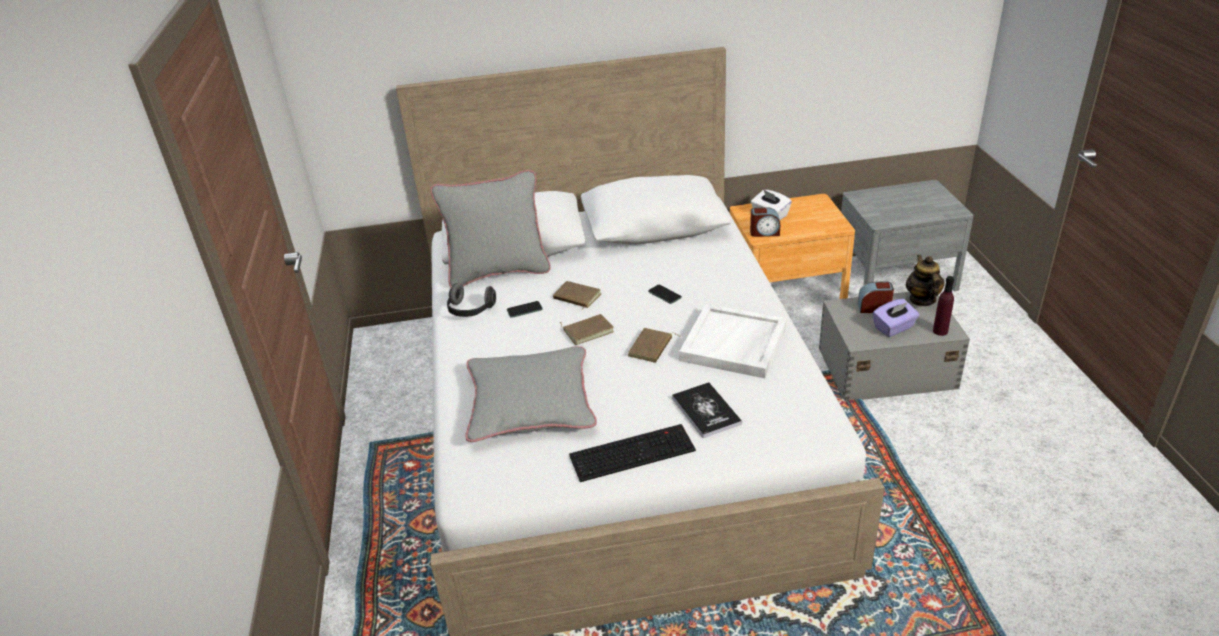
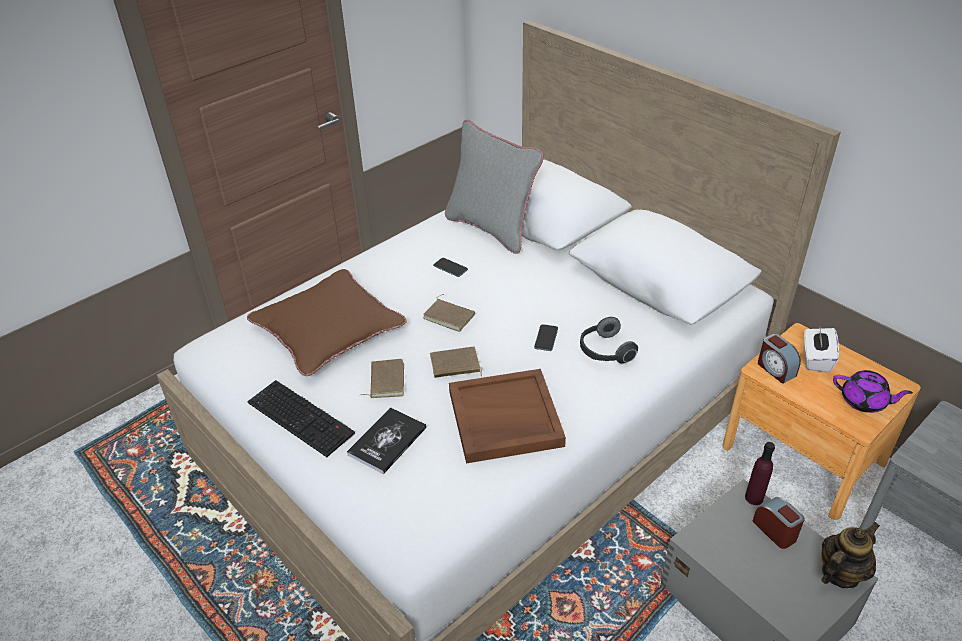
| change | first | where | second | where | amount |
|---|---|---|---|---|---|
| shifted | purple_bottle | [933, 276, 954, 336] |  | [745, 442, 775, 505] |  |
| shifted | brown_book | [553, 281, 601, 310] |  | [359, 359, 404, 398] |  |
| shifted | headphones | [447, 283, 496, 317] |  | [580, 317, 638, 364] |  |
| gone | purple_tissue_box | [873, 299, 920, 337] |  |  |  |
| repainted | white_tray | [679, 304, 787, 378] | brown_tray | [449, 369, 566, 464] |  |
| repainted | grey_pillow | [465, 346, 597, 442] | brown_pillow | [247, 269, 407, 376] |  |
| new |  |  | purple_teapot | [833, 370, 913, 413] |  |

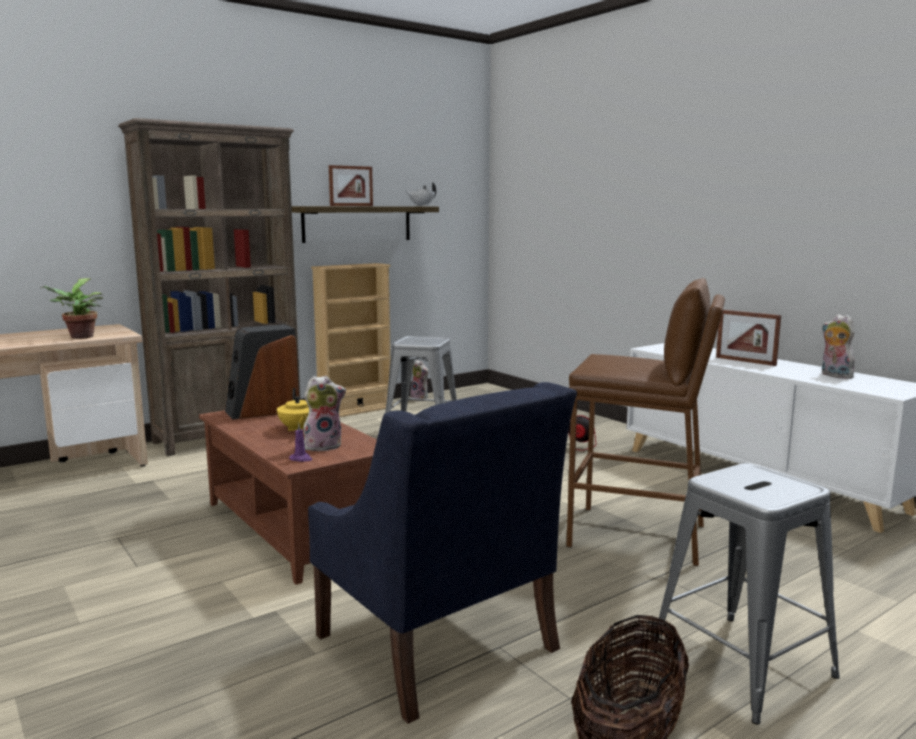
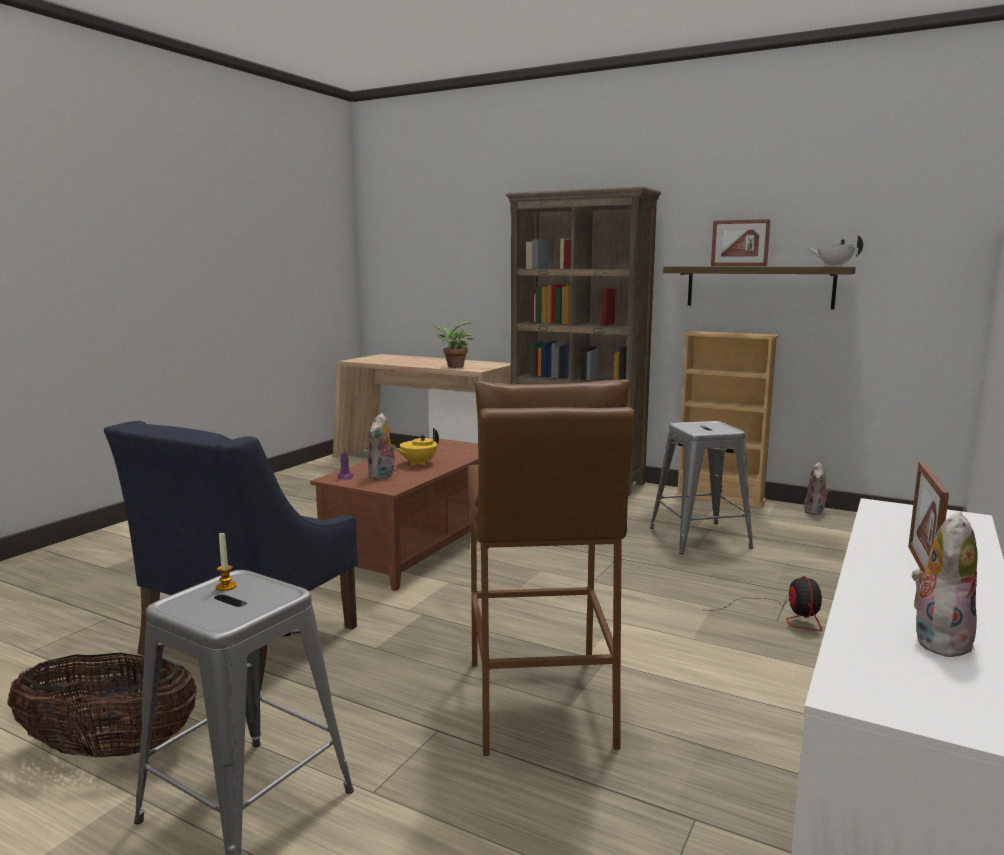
| change | first | where | second | where | amount |
|---|---|---|---|---|---|
| gone | speaker | [225, 324, 299, 420] |  |  |  |
| rotated | plush_toy | [304, 375, 346, 451] |  | [368, 413, 396, 480] | 60 degrees clockwise |
| new |  |  | candle | [216, 533, 237, 591] |  |

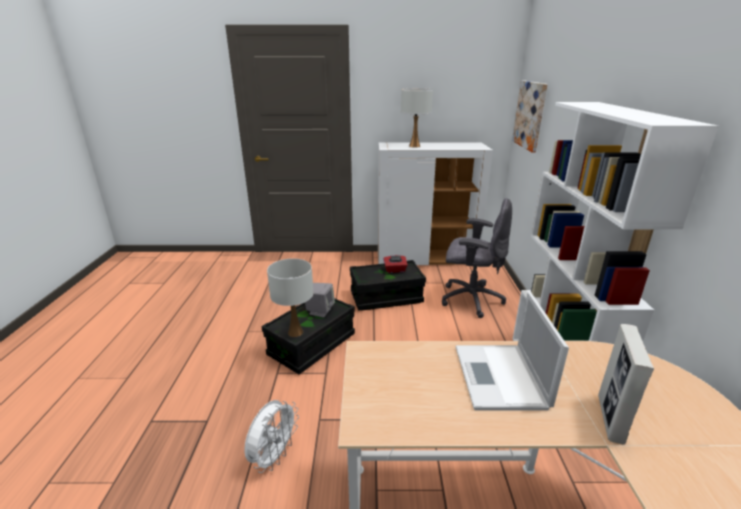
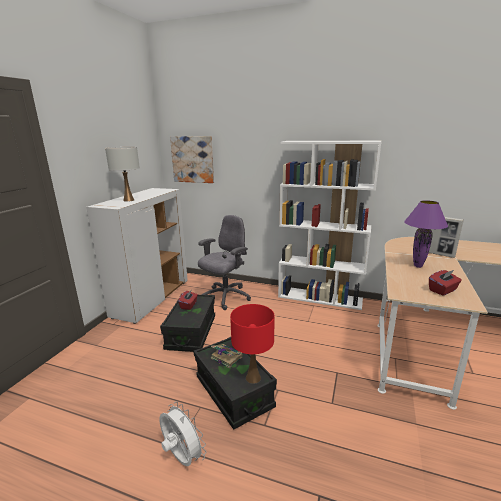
| change | first | where | second | where | amount |
|---|---|---|---|---|---|
| repainted | white_table_lamp | [267, 258, 313, 337] | red_table_lamp | [230, 304, 275, 384] |  |
| swapped | grey_speaker | [305, 283, 335, 318] | book | [211, 344, 243, 368] |  |
| swapped | laptop | [455, 292, 569, 411] | purple_table_lamp | [404, 200, 448, 268] |  |
| shifted | white_fan | [244, 400, 299, 473] |  | [159, 401, 206, 466] |  |
| new |  |  | red_tissue_box | [429, 270, 462, 296] |  |

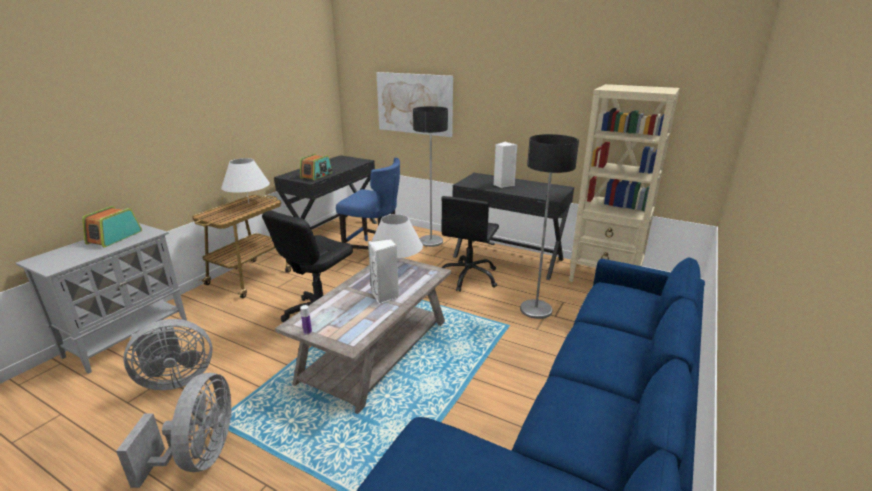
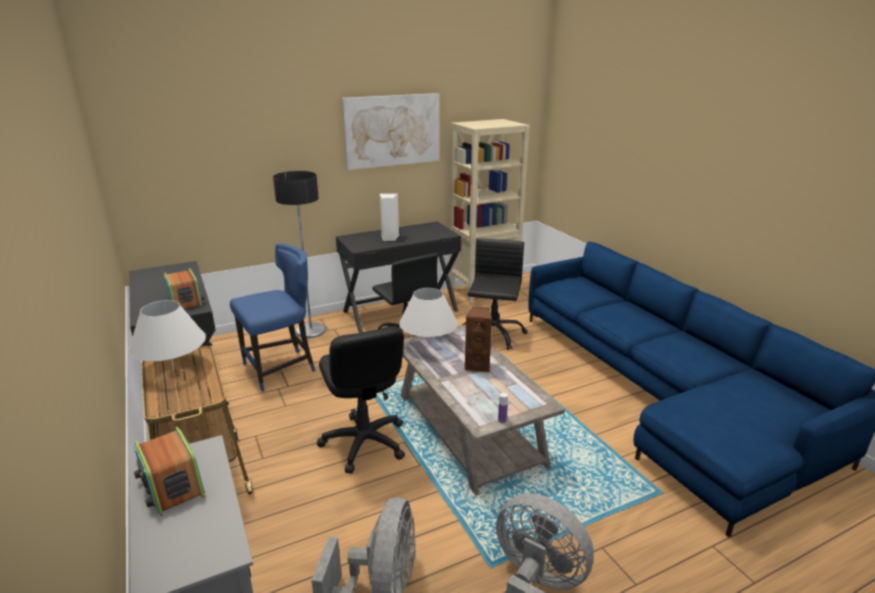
| change | first | where | second | where | amount |
|---|---|---|---|---|---|
| shifted | picture | [376, 72, 453, 137] |  | [342, 93, 439, 170] |  |
| swapped | floor_lamp | [520, 134, 579, 319] | black_office_chair | [463, 238, 527, 350] |  |
| repainted | white_speaker | [368, 239, 399, 304] | brown_speaker | [465, 307, 492, 372] |  |

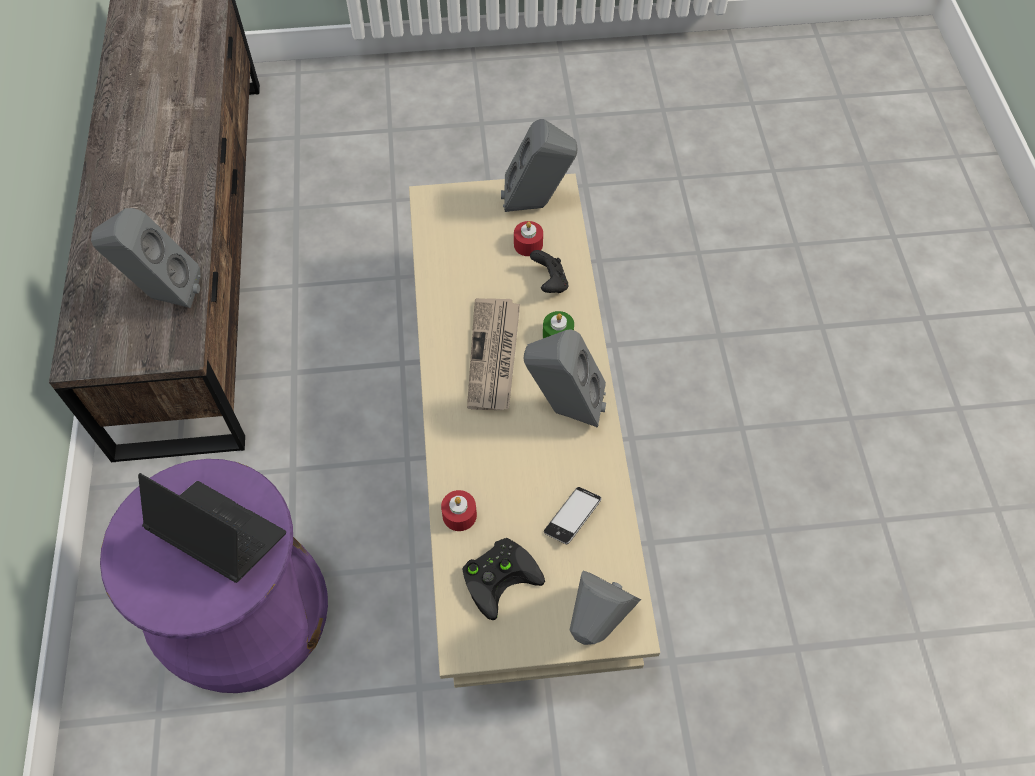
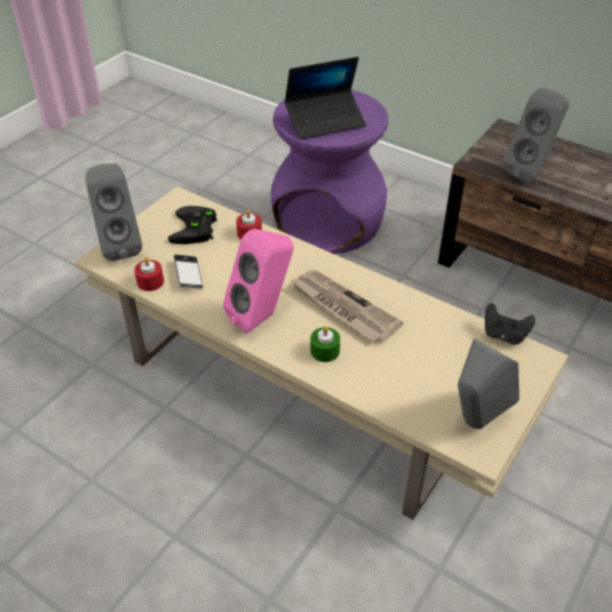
| change | first | where | second | where | amount |
|---|---|---|---|---|---|
| shifted | red_candle | [514, 221, 543, 256] |  | [134, 257, 164, 291] |  |
| shifted | black_game_controller | [530, 250, 568, 293] |  | [485, 303, 535, 344] |  |
| repainted | grey_speaker | [523, 329, 606, 428] | pink_speaker | [223, 229, 294, 334] |  |

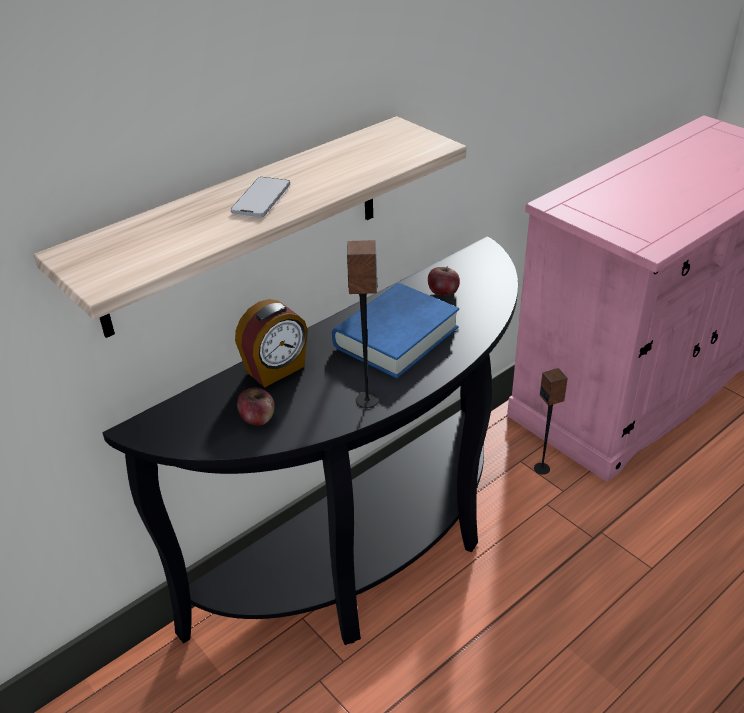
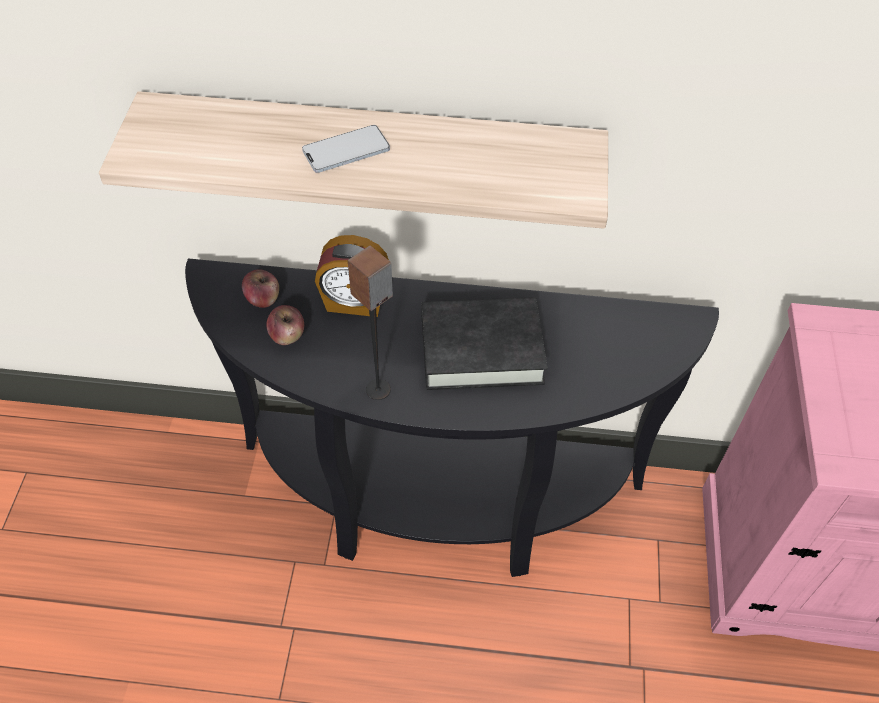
| change | first | where | second | where | amount |
|---|---|---|---|---|---|
| shifted | apple | [428, 266, 460, 295] |  | [242, 269, 279, 308] |  |
| repainted | blue_book | [332, 283, 459, 378] | black_book | [421, 297, 548, 390] |  |
| gone | speaker | [534, 368, 568, 475] |  |  |  |

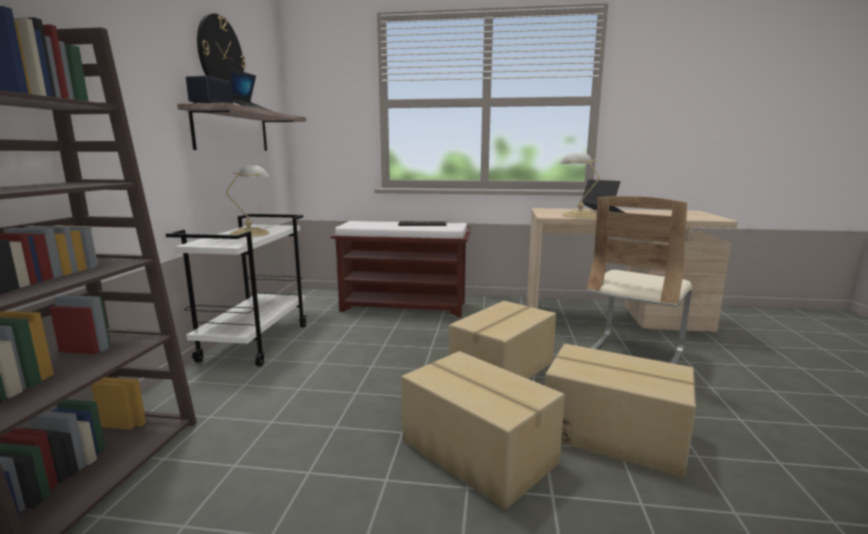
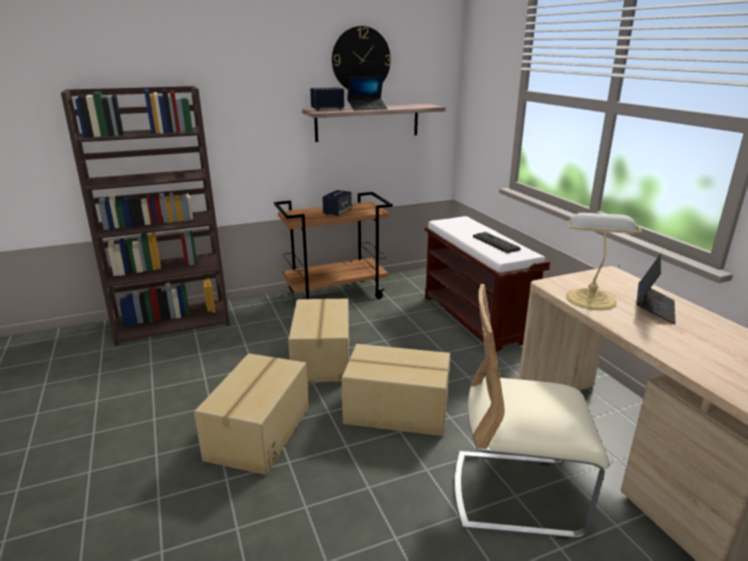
| change | first | where | second | where | amount |
|---|---|---|---|---|---|
| swapped | table_lamp | [226, 165, 270, 237] | speaker | [322, 190, 352, 216] |  |
| repainted | white_cart | [166, 214, 307, 366] | brown_cart | [274, 192, 393, 299] |  |
| shifted | cardboard_box | [545, 344, 696, 478] |  | [288, 299, 349, 382] |  |

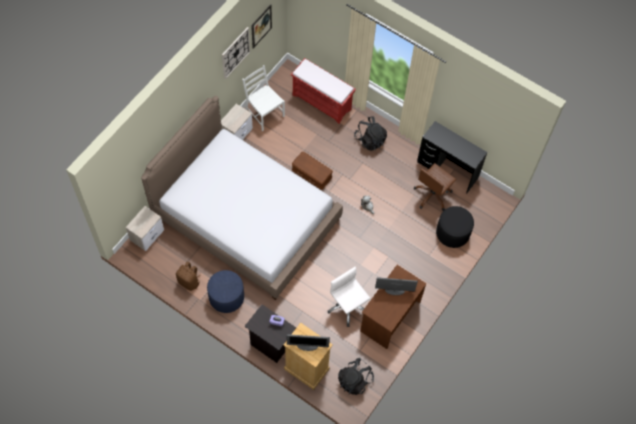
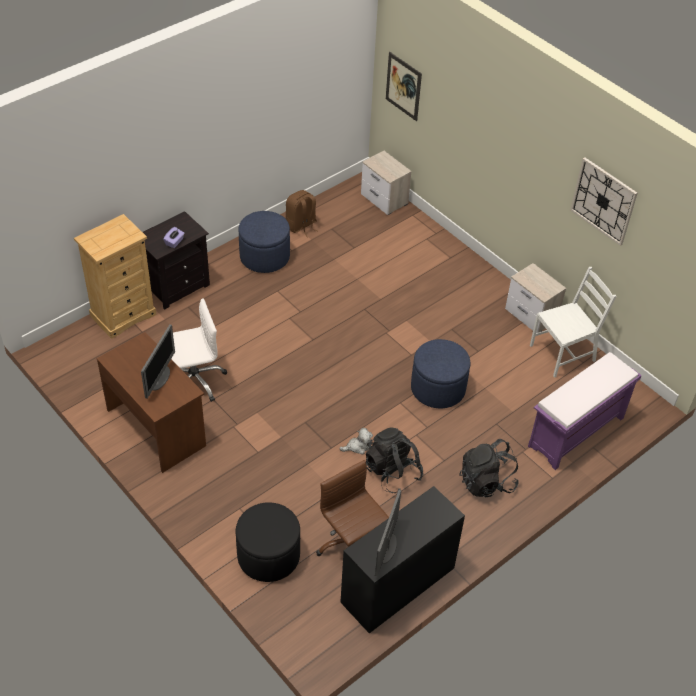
| change | first | where | second | where | amount |
|---|---|---|---|---|---|
| shifted | picture | [251, 4, 272, 48] |  | [386, 52, 422, 121] |  |
| repainted | red_bench | [291, 58, 356, 124] | purple_bench | [528, 352, 642, 470] |  |
| gone | bed | [141, 96, 343, 300] |  |  |  |
| swapped | brown_storage_box | [292, 152, 333, 190] | blue_ottoman | [411, 339, 471, 408] |  |
| shifted | monitor | [287, 334, 330, 351] |  | [375, 490, 401, 576] |  |
| shifted | black_backpack | [338, 358, 374, 395] |  | [366, 427, 423, 493] |  |

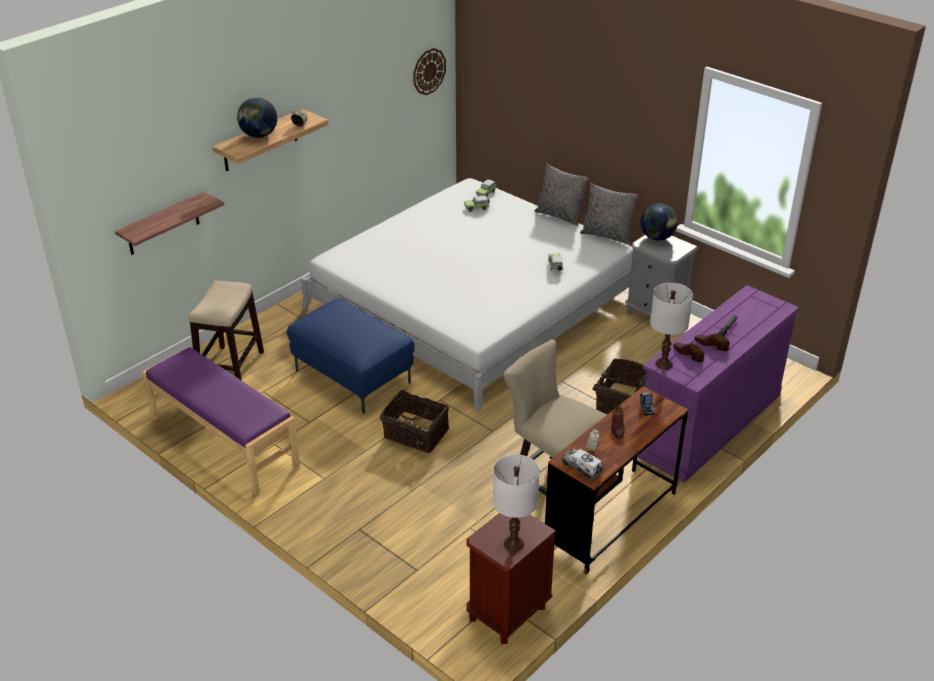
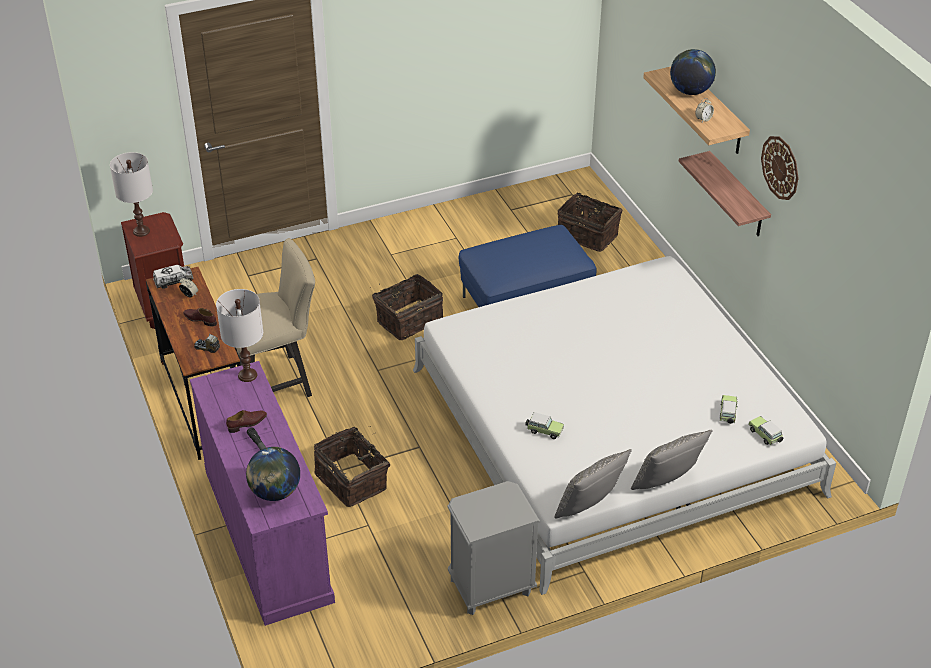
| change | first | where | second | where | amount |
|---|---|---|---|---|---|
| shifted | wall_clock | [413, 48, 446, 95] |  | [761, 136, 799, 200] |  |
| shifted | shelf | [115, 192, 224, 255] |  | [679, 151, 771, 236] |  |
| shifted | globe | [640, 203, 678, 241] |  | [246, 447, 300, 501] |  |
| swapped | stool | [188, 280, 264, 381] | basket | [558, 193, 622, 252] |  |
| gone | brown_shoe | [673, 343, 704, 362] |  |  |  |
| gone | purple_bench | [142, 347, 300, 495] |  |  |  |

